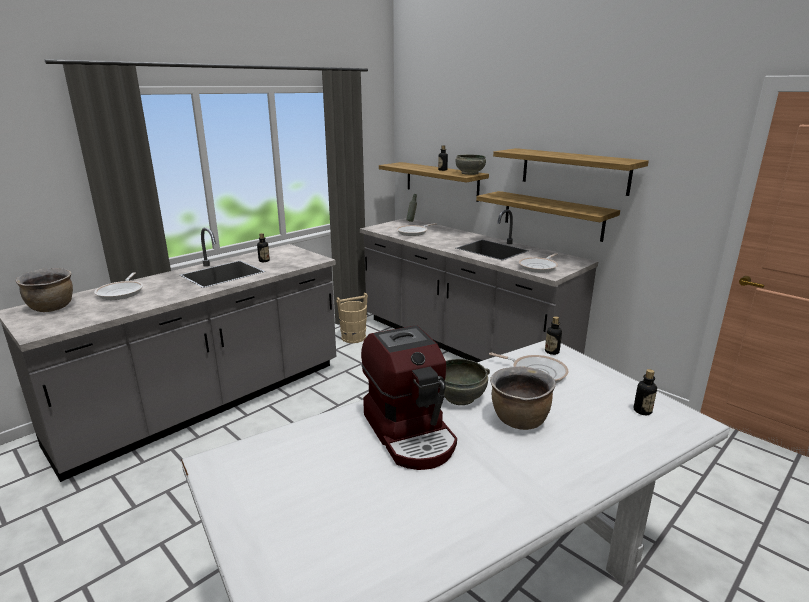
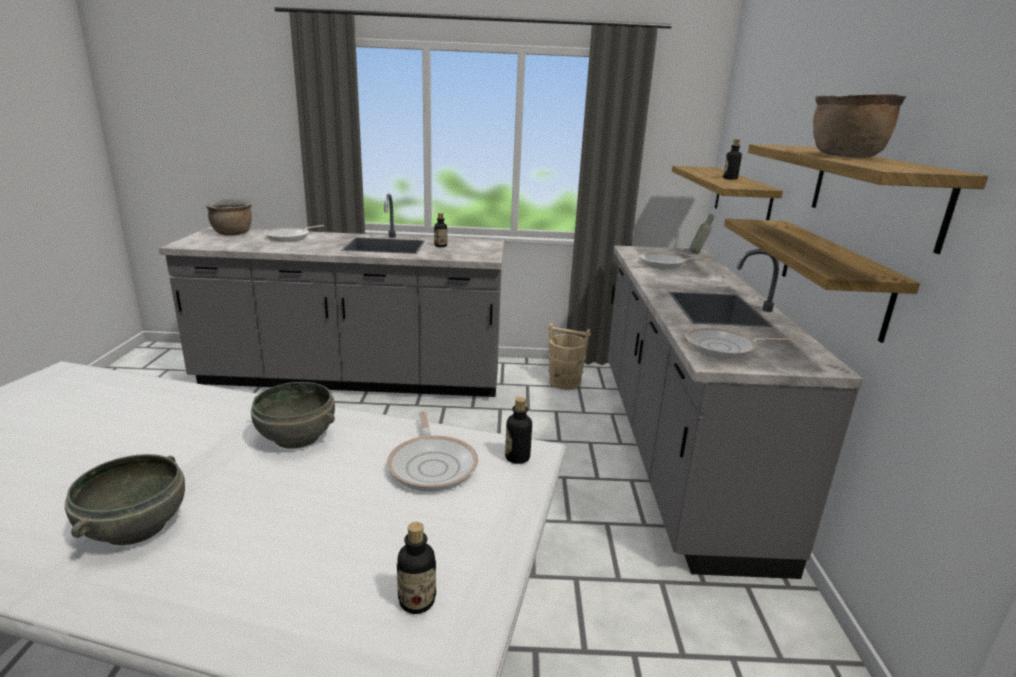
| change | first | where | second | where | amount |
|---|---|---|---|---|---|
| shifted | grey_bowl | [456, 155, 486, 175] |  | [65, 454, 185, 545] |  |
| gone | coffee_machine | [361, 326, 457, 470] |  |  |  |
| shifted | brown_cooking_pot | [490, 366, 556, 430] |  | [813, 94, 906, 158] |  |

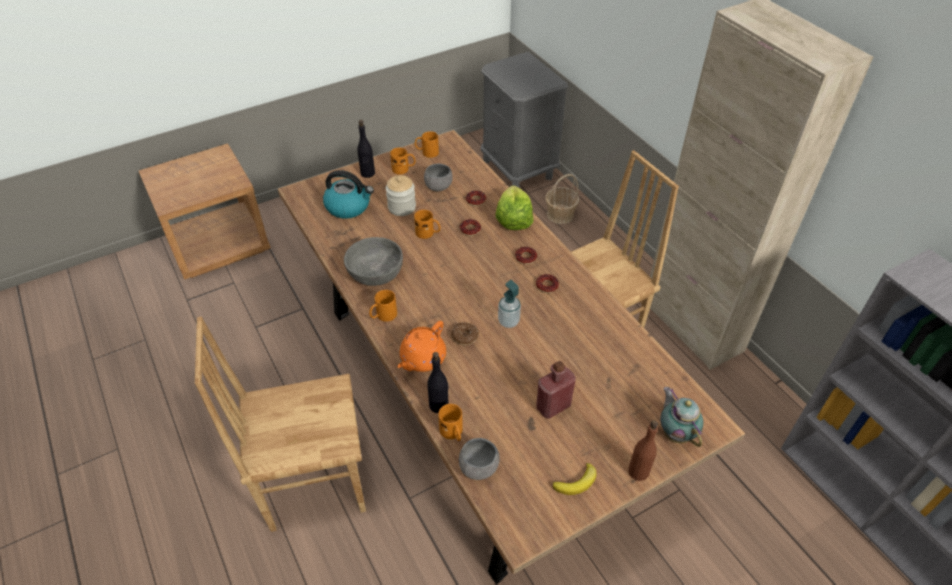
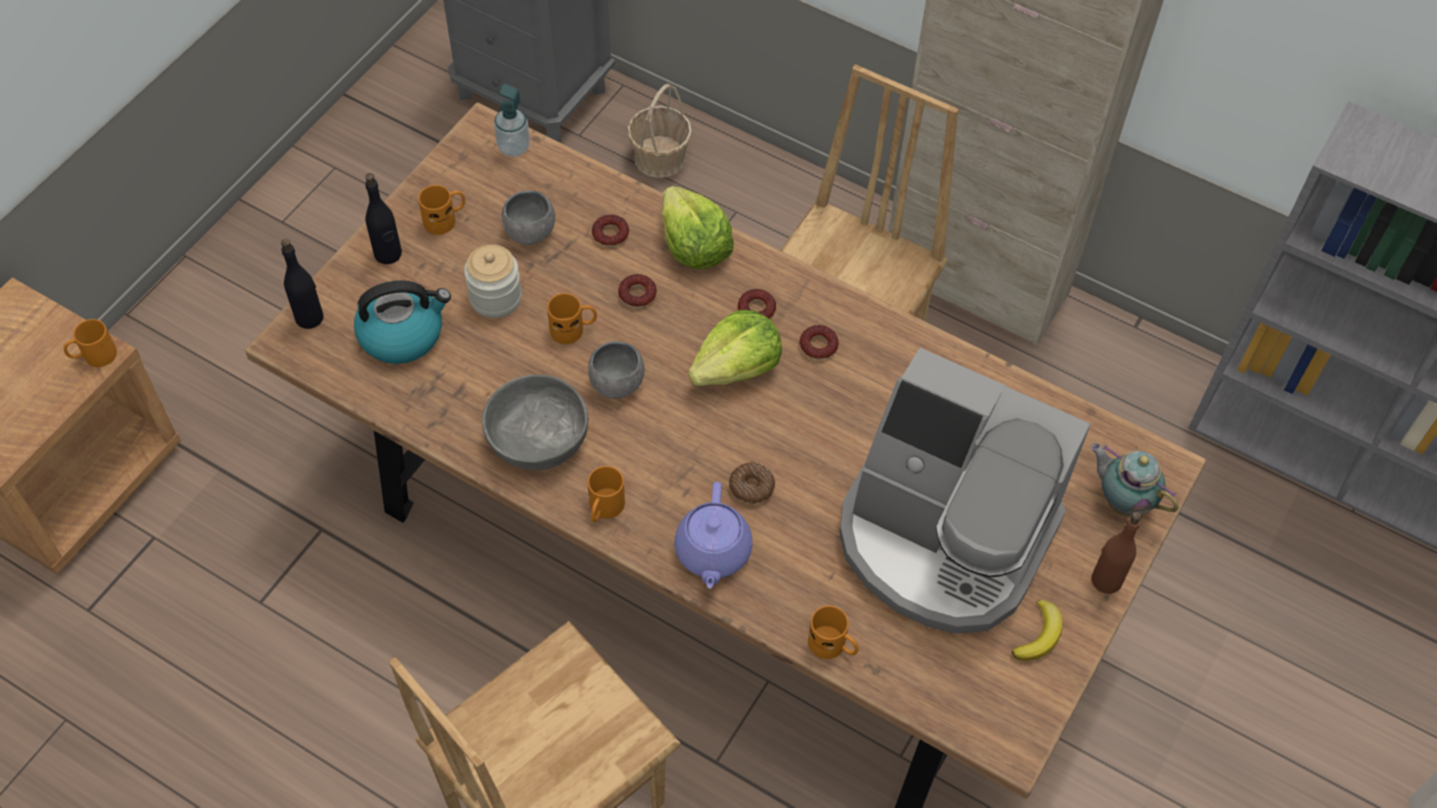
| change | first | where | second | where | amount |
|---|---|---|---|---|---|
| shifted | orange_mug | [415, 131, 439, 158] |  | [64, 319, 117, 367] |  |
| shifted | soap_dispenser | [498, 280, 521, 328] |  | [494, 84, 530, 157] |  |
| repainted | orange_teapot | [398, 321, 446, 372] | purple_teapot | [675, 482, 753, 589] |  |
| shifted | black_bottle | [427, 352, 449, 413] |  | [281, 239, 324, 329] |  |
| swapped | red_bottle | [536, 361, 576, 419] | coffee_machine | [839, 348, 1090, 634] |  |
| shifted | grey_bowl | [459, 438, 500, 480] |  | [588, 341, 645, 399] |  |
| new |  |  | lettuce | [688, 310, 782, 386] |  |

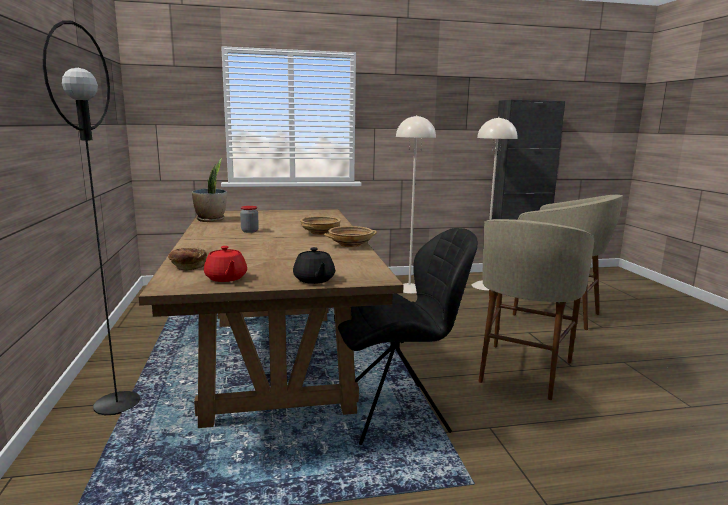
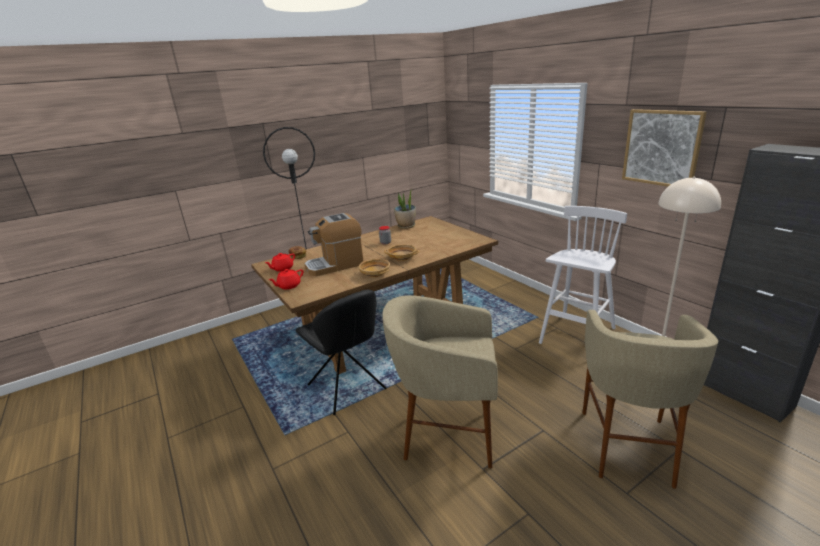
| change | first | where | second | where | amount |
|---|---|---|---|---|---|
| swapped | beige_floor_lamp | [396, 115, 436, 293] | white_stool | [539, 206, 627, 344] |  |
| repainted | black_teapot | [293, 247, 335, 284] | red_teapot | [269, 269, 303, 289] |  |
| new |  |  | picture | [622, 109, 707, 187] |  |
| new |  |  | coffee_machine | [305, 213, 364, 276] |  |

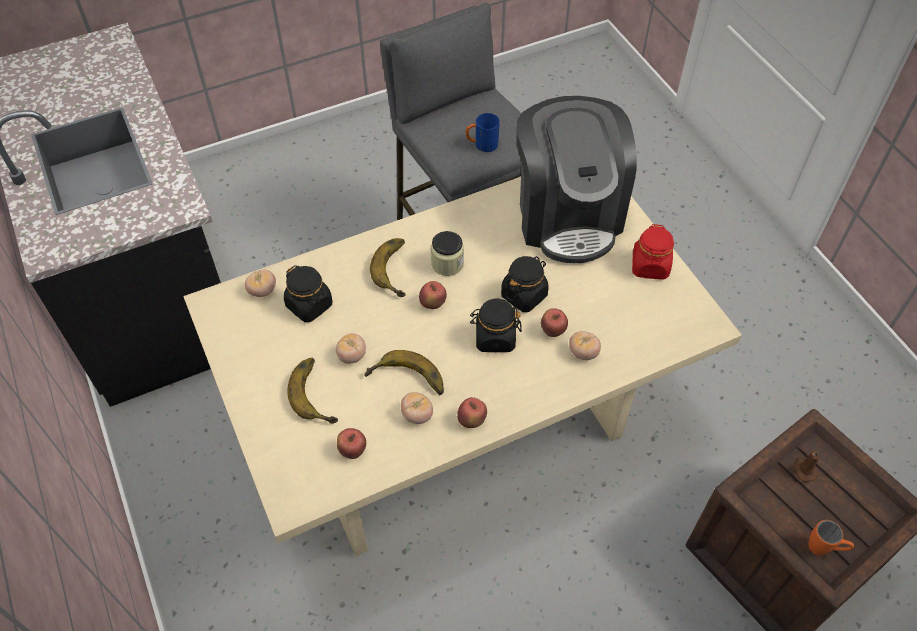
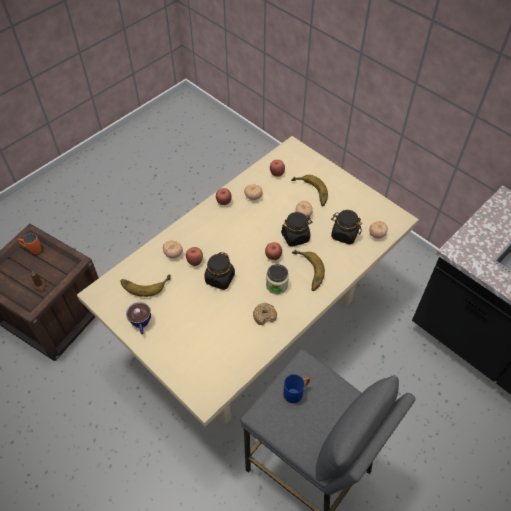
| change | first | where | second | where | amount |
|---|---|---|---|---|---|
| gone | coffee_machine | [516, 96, 637, 263] |  |  |  |
| swapped | red_jar | [632, 224, 674, 280] | cup | [126, 302, 151, 334] |  |
| shifted | black_jar | [470, 299, 522, 352] |  | [281, 212, 313, 247] |  |
| shifted | banana | [364, 350, 444, 395] |  | [120, 275, 171, 297] |  |
| new |  |  | donut | [253, 303, 277, 325] |  |

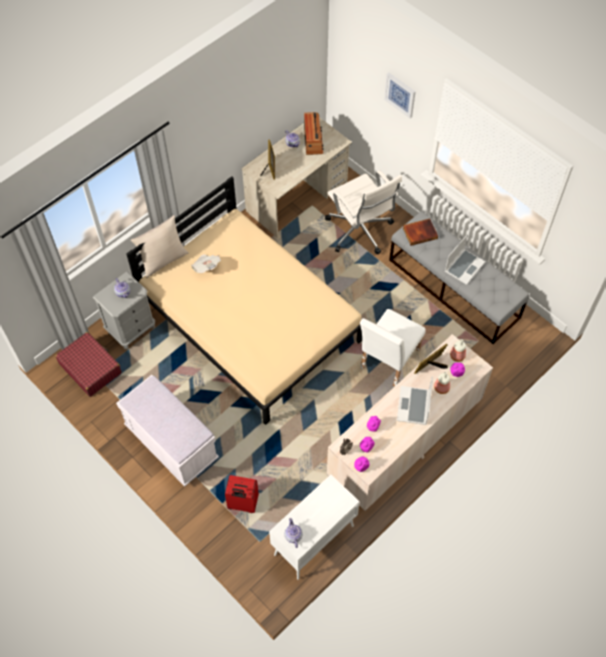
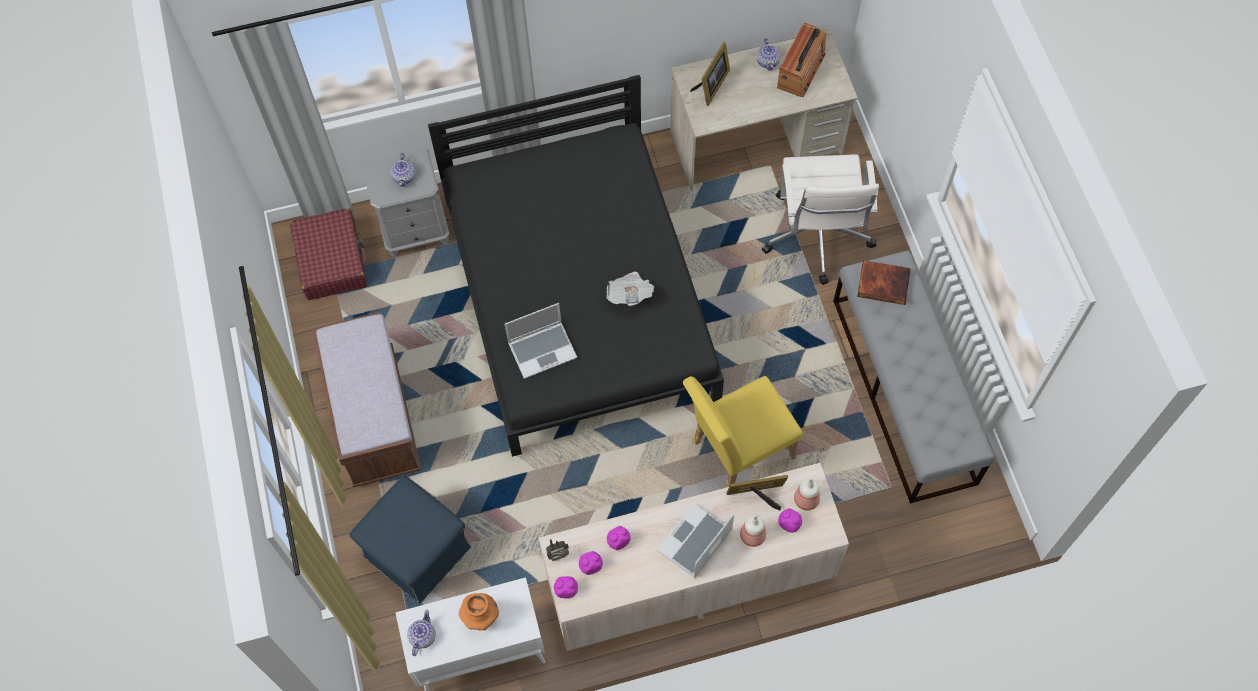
| change | first | where | second | where | amount |
|---|---|---|---|---|---|
| gone | picture | [384, 72, 416, 118] |  |  |  |
| repainted | beige_bed | [126, 176, 362, 425] | black_bed | [428, 75, 724, 457] |  |
| gone | beige_pillow | [131, 215, 189, 278] |  |  |  |
| shifted | laptop | [445, 234, 485, 285] |  | [505, 303, 577, 379] |  |
| shifted | newspaper | [191, 254, 221, 273] |  | [606, 272, 655, 306] |  |
| repainted | white_chair | [360, 309, 426, 386] | yellow_chair | [683, 376, 803, 488] |  |
| repainted | white_bench | [116, 375, 219, 487] | brown_bench | [312, 311, 421, 487] |  |
| swapped | red_suitcase | [225, 475, 259, 513] | blue_ottoman | [350, 476, 471, 604] |  |
| new |  |  | orange_vase | [459, 593, 499, 631] |  |

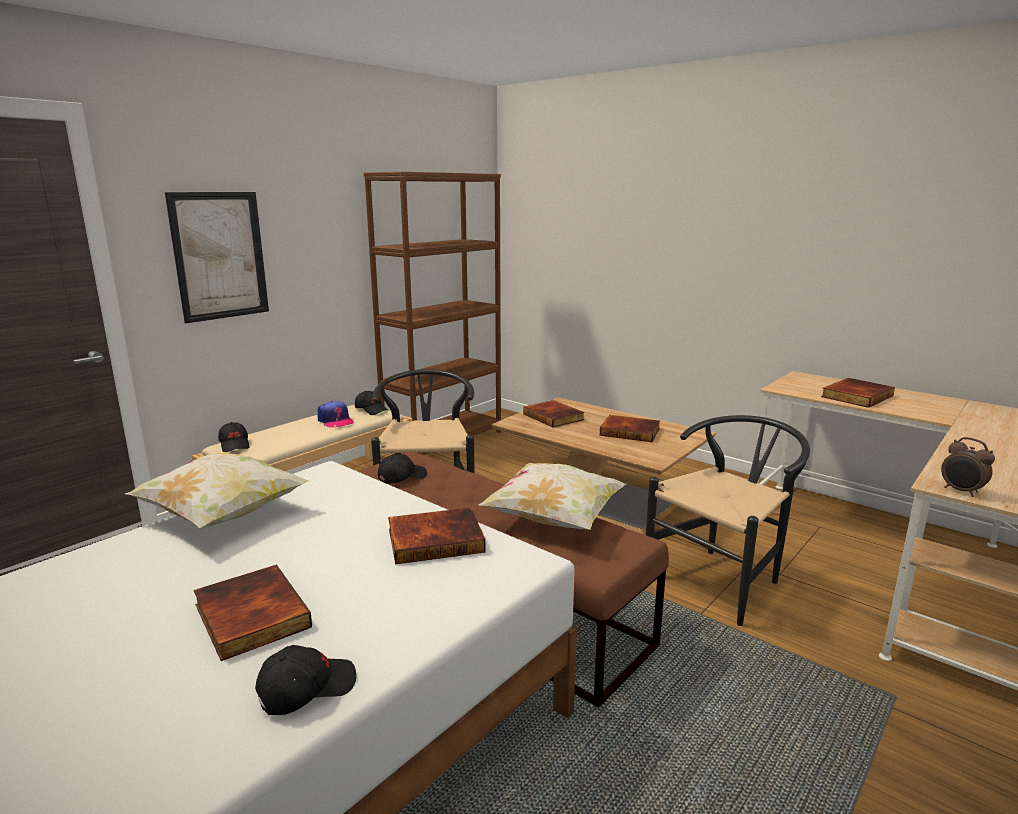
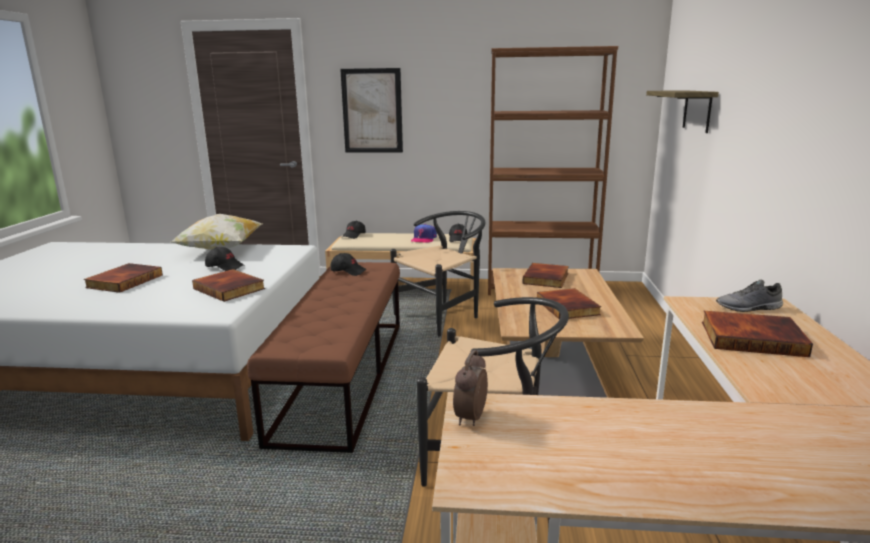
| change | first | where | second | where | amount |
|---|---|---|---|---|---|
| gone | pillow | [478, 463, 626, 530] |  |  |  |
| shifted | black_cap | [255, 645, 356, 715] |  | [205, 247, 245, 271] |  |
| new |  |  | shelf | [646, 90, 719, 133] |  |
| new |  |  | grey_shoe | [716, 279, 783, 312] |  |

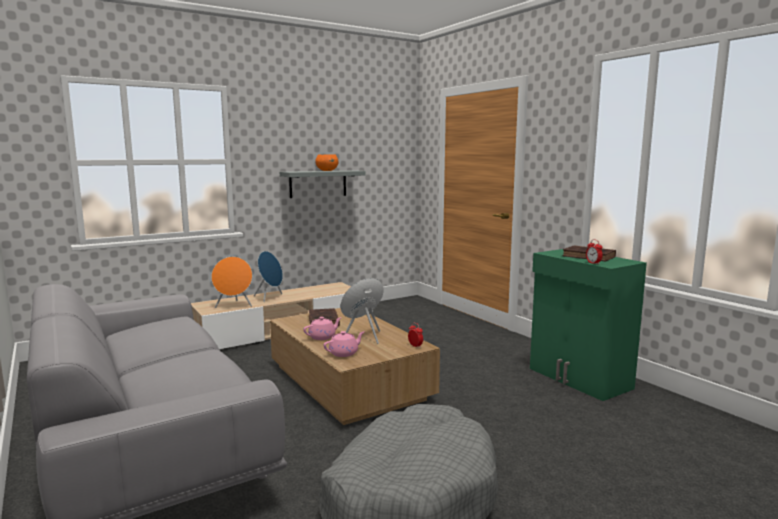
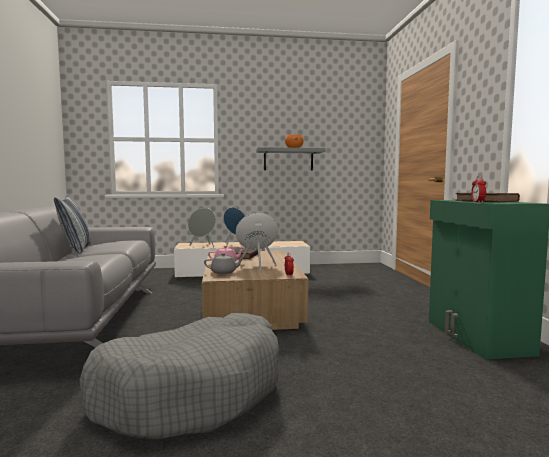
| change | first | where | second | where | amount |
|---|---|---|---|---|---|
| repainted | orange_speaker | [211, 257, 252, 308] | grey_speaker | [188, 208, 216, 247] |  |
| repainted | pink_teapot | [323, 331, 364, 357] | grey_teapot | [204, 253, 245, 274] |  |
| new |  |  | pillow | [54, 196, 91, 253] |  |

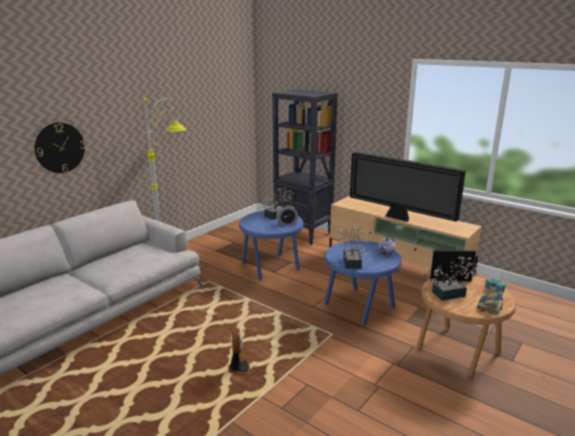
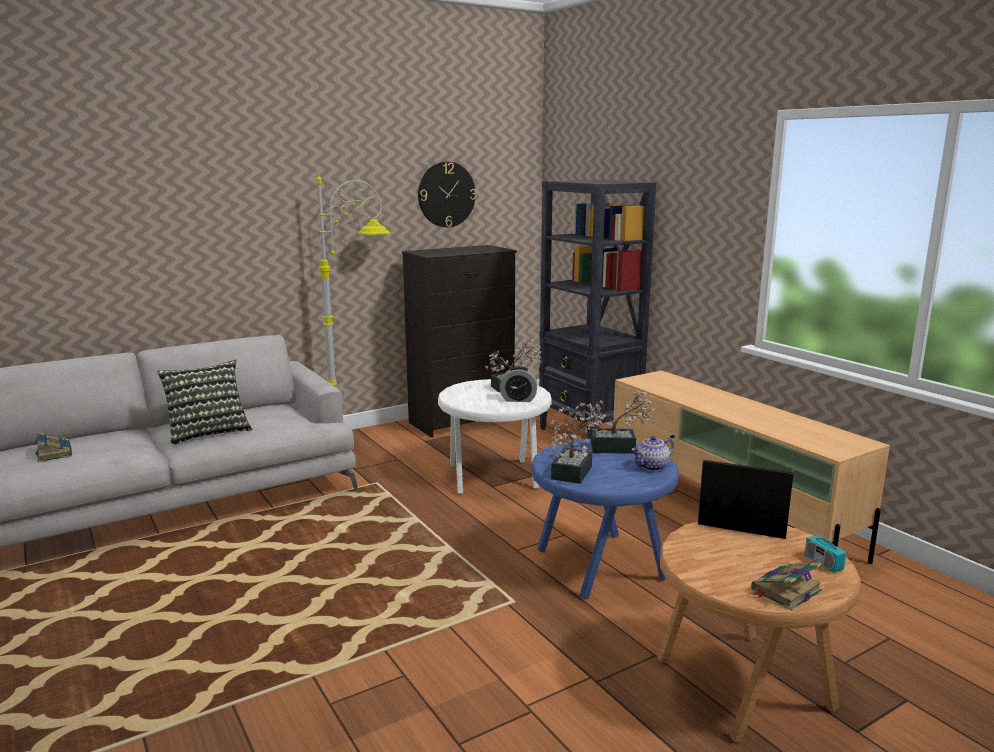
| change | first | where | second | where | amount |
|---|---|---|---|---|---|
| shifted | wall_clock | [35, 123, 85, 173] |  | [418, 162, 476, 227] |  |
| gone | television | [350, 152, 466, 222] |  |  |  |
| repainted | blue_side_table | [239, 211, 303, 280] | white_side_table | [438, 379, 552, 494] |  |
| shifted | potted_plant | [431, 257, 478, 301] |  | [580, 392, 656, 454] |  |
| gone | fan | [228, 328, 251, 376] |  |  |  |
| new |  |  | black_dresser | [402, 245, 517, 438] |  |
| new |  |  | pillow | [157, 360, 252, 445] |  |
| new |  |  | book | [35, 432, 72, 462] |  |

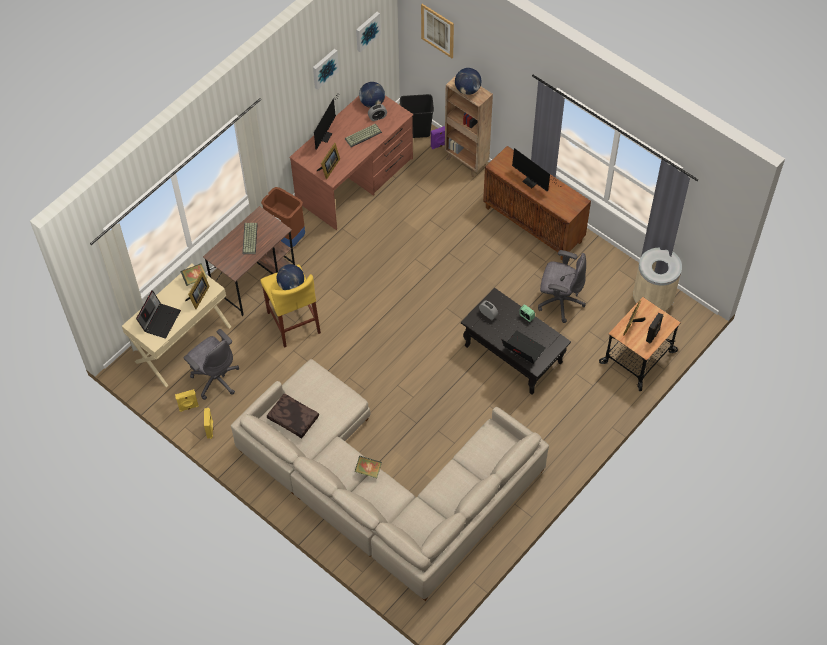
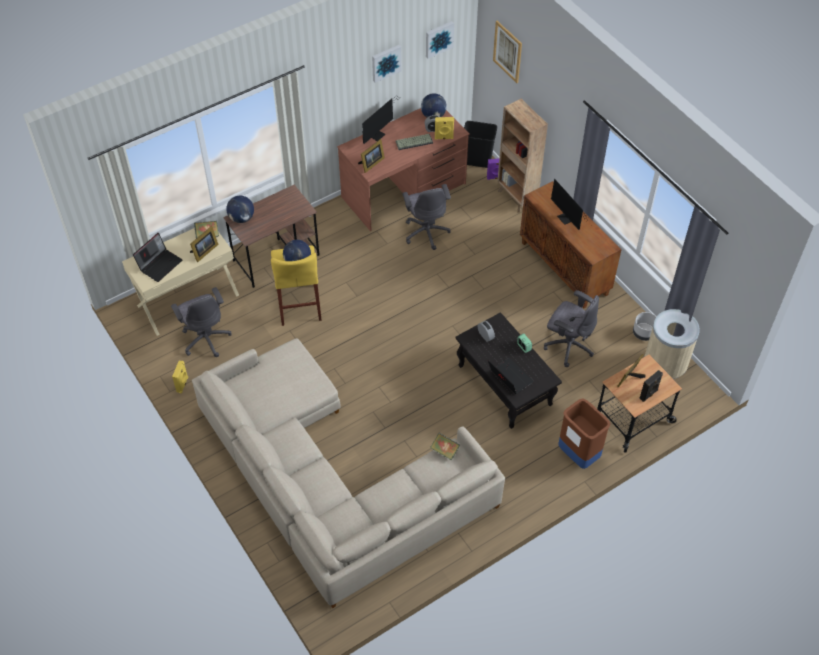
| change | first | where | second | where | amount |
|---|---|---|---|---|---|
| shifted | globe | [455, 68, 482, 95] |  | [226, 196, 254, 223] |  |
| shifted | brown_trash_can | [261, 187, 305, 247] |  | [558, 398, 611, 469] |  |
| gone | keyboard | [242, 223, 258, 254] |  |  |  |
| shifted | yellow_speaker | [175, 389, 199, 412] |  | [435, 117, 454, 140] |  |
| gone | brown_pillow | [267, 393, 319, 438] |  |  |  |
| shifted | book | [355, 455, 382, 478] |  | [430, 433, 460, 460] |  |
| new |  |  | grey_office_chair | [402, 184, 451, 250] |  |
| new |  |  | grey_planter | [633, 312, 656, 341] |  |

